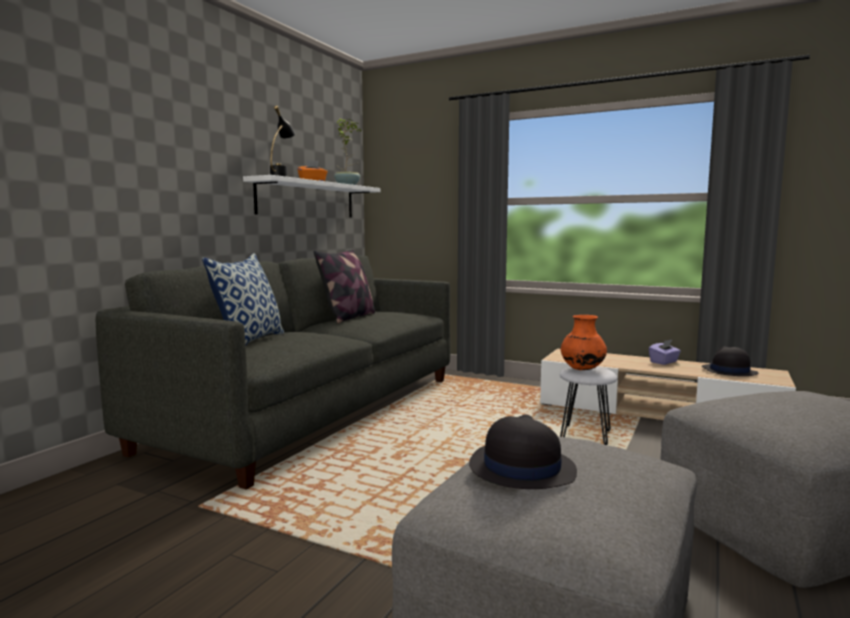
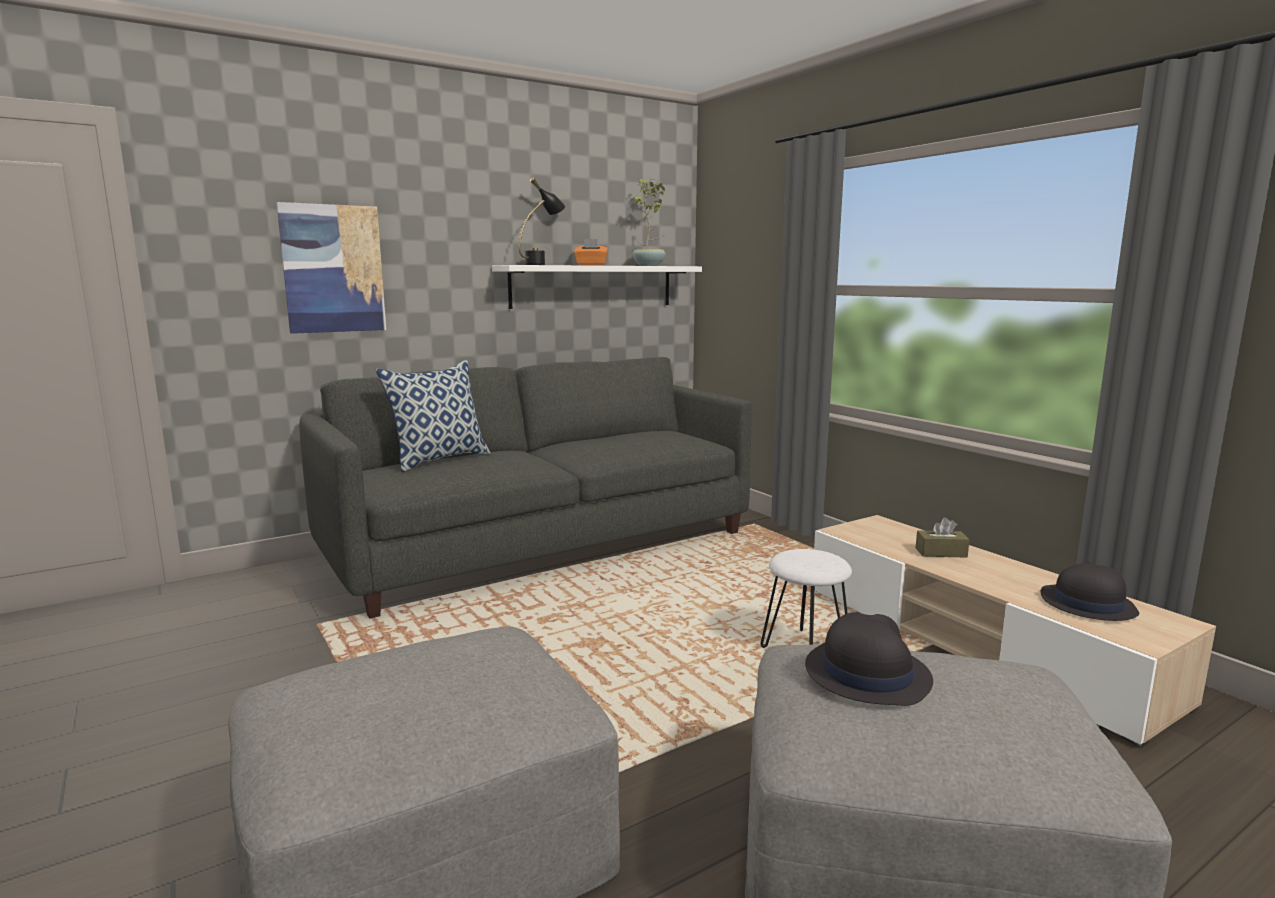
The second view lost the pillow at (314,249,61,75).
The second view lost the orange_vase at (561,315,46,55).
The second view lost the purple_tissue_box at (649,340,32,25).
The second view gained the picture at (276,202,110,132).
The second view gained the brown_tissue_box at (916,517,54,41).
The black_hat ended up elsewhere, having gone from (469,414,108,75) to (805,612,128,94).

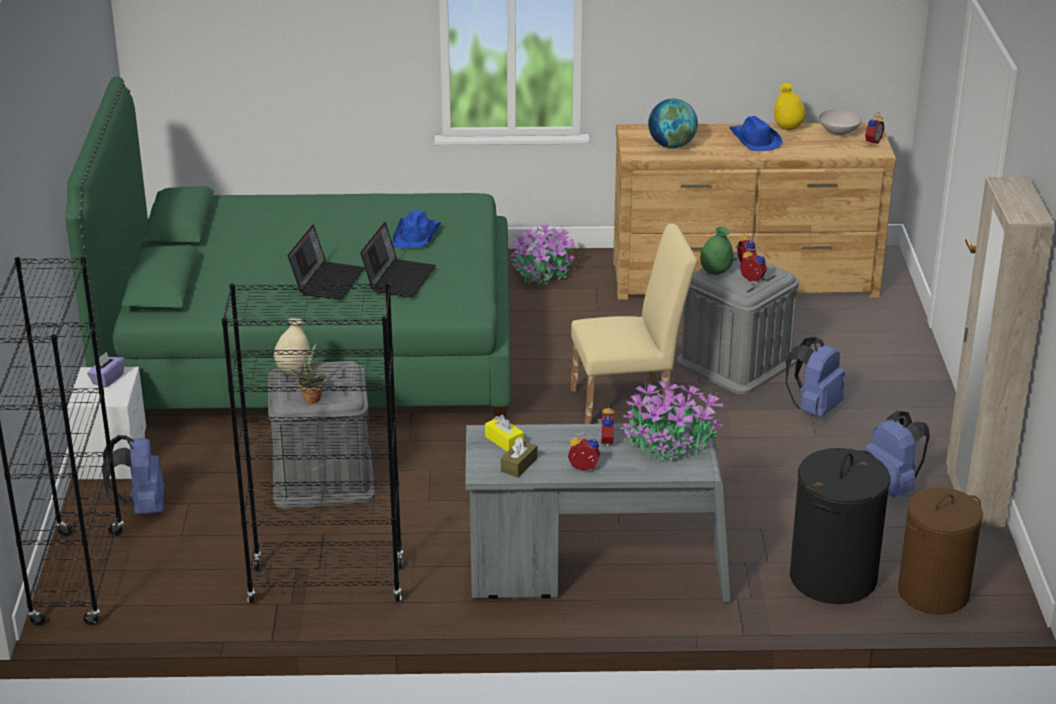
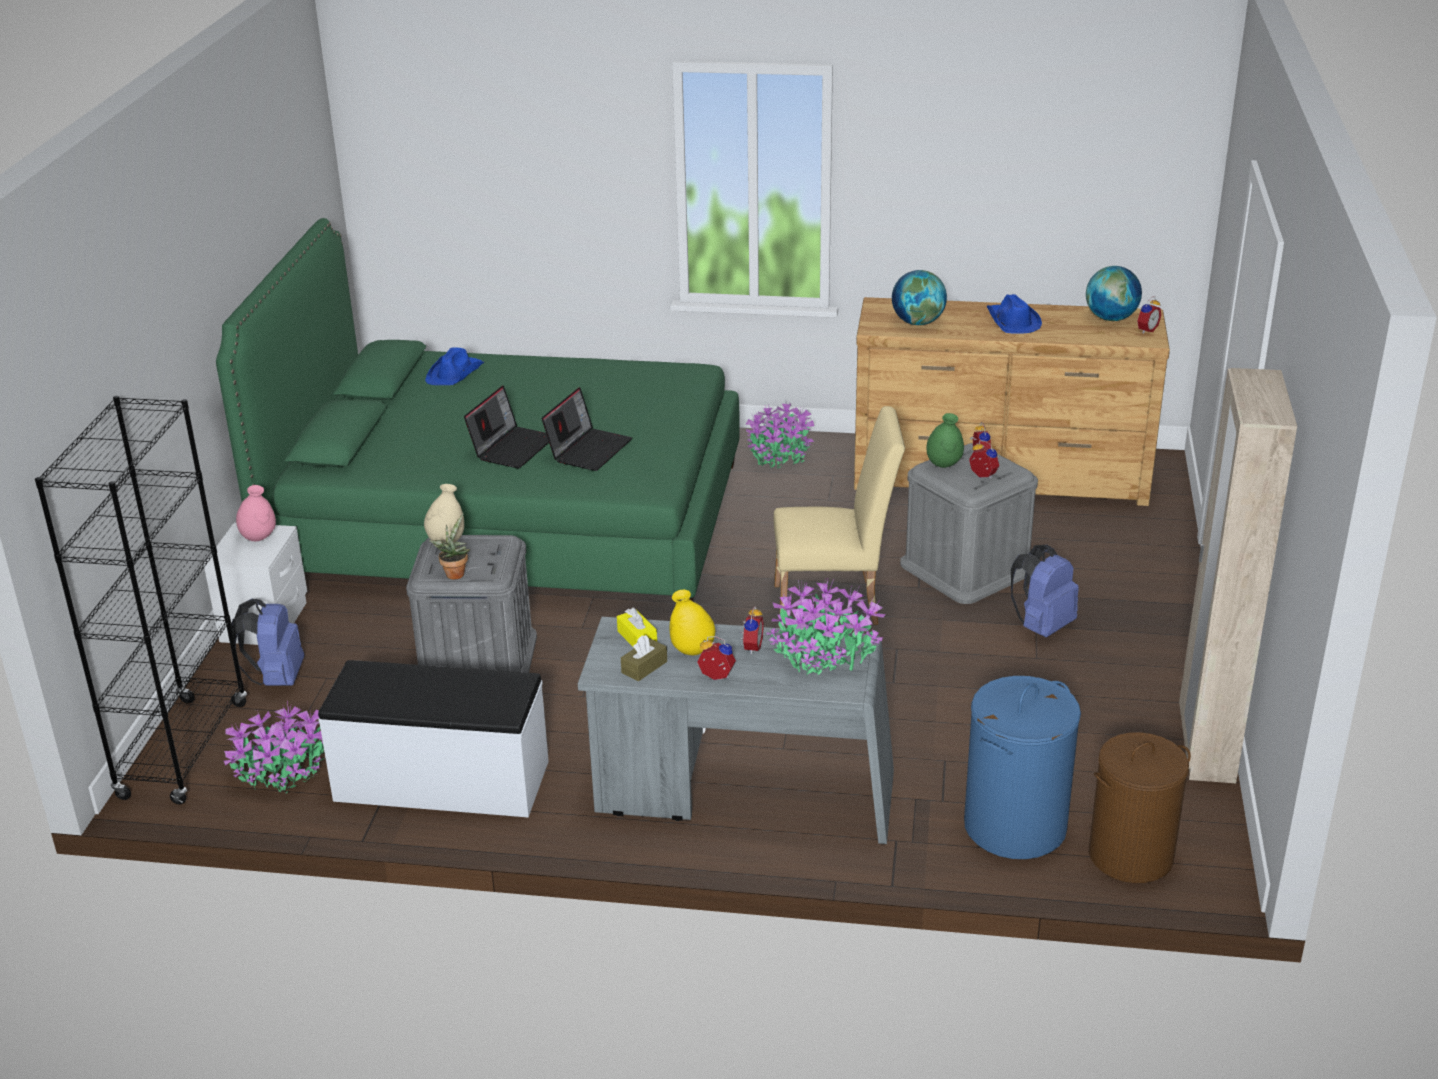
The second view lost the blue_backpack at (865,411,65,86).
The second view gained the potted_plant at (224,701,100,93).
The blue_hat ended up elsewhere, having gone from (392,210,49,38) to (425,347,59,38).
The yellow_vase ended up elsewhere, having gone from (774,83,32,47) to (669,590,46,65).
Where the purple_tissue_box stood at (87,352,38,36), the pink_vase came to stand at (236,485,40,56).
Where the black_bookcase stood at (222,282,181,322), the white_bench came to stand at (318,660,231,157).
Where the white_bowl stood at (819,109,43,27), the globe came to stand at (1086,266,56,55).
What was the black_laundry_basket at (790,448,100,156) turned into the blue_laundry_basket at (964,676,117,183).

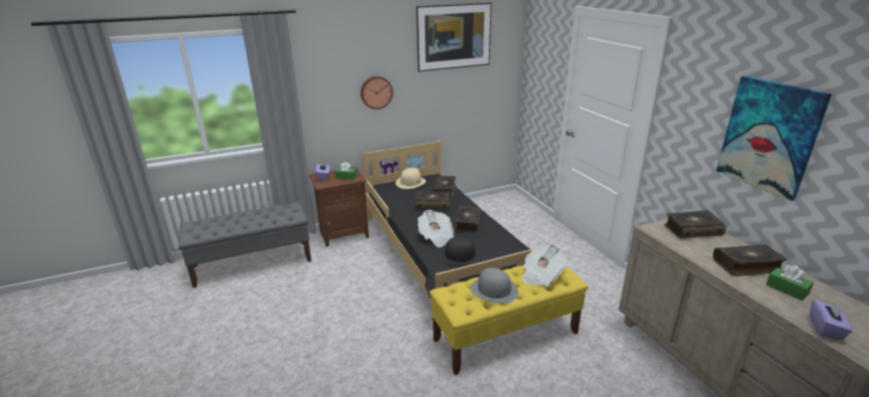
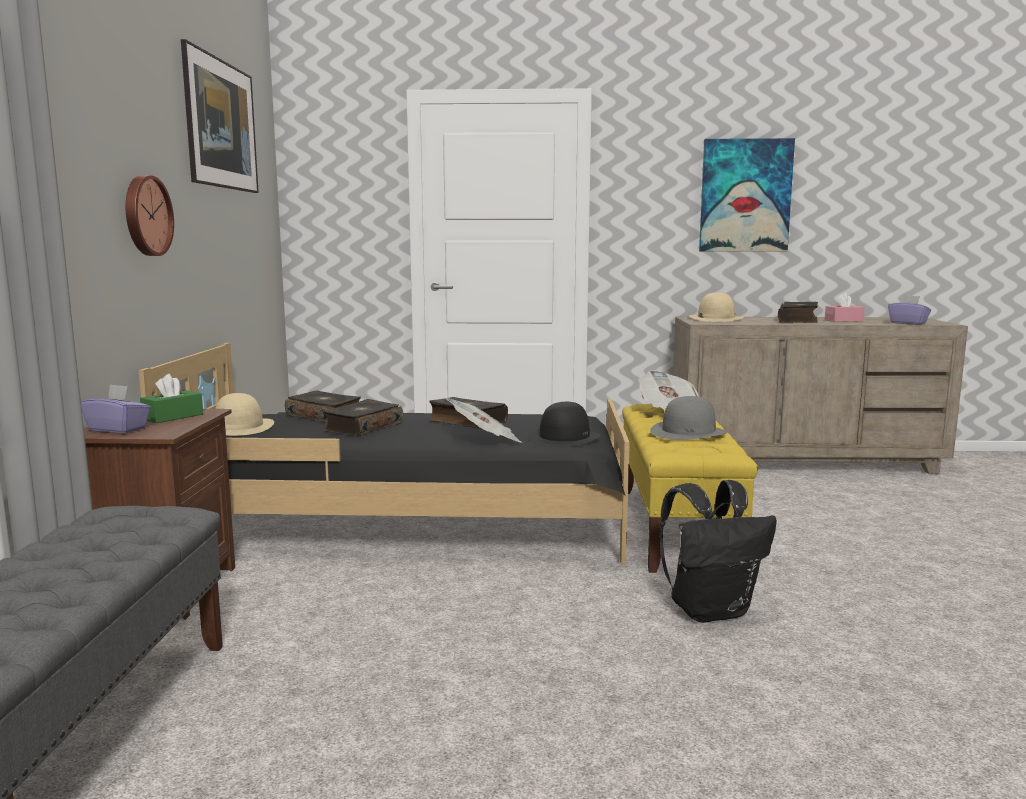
The second view gained the black_backpack at (660,480,117,143).
Where the book stood at (664,210,62,29), the beige_hat came to stand at (689,293,55,29).
What was the green_tissue_box at (766,265,48,35) turned into the pink_tissue_box at (825,292,40,30).

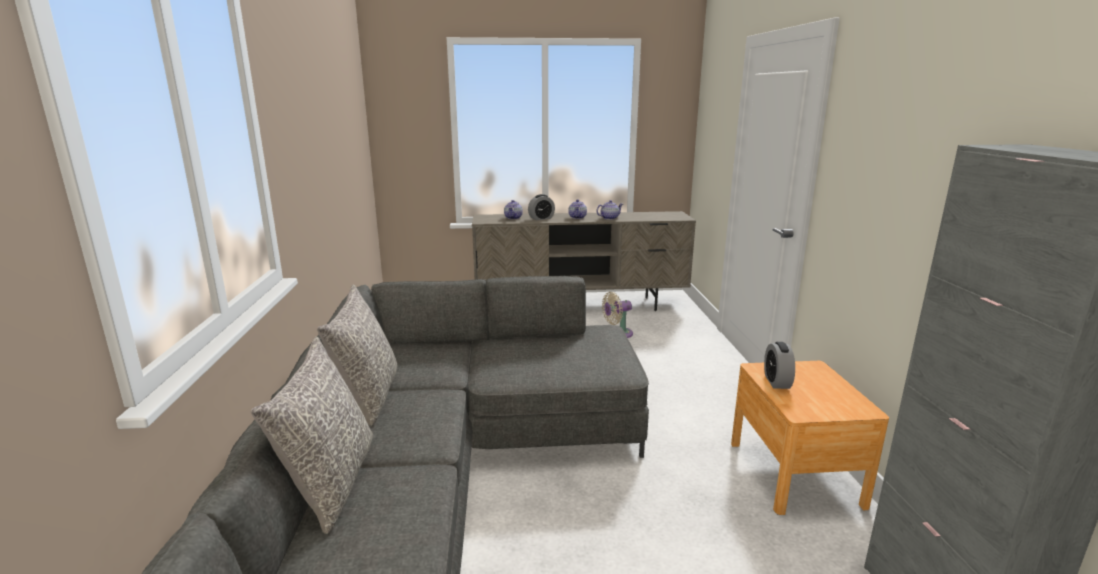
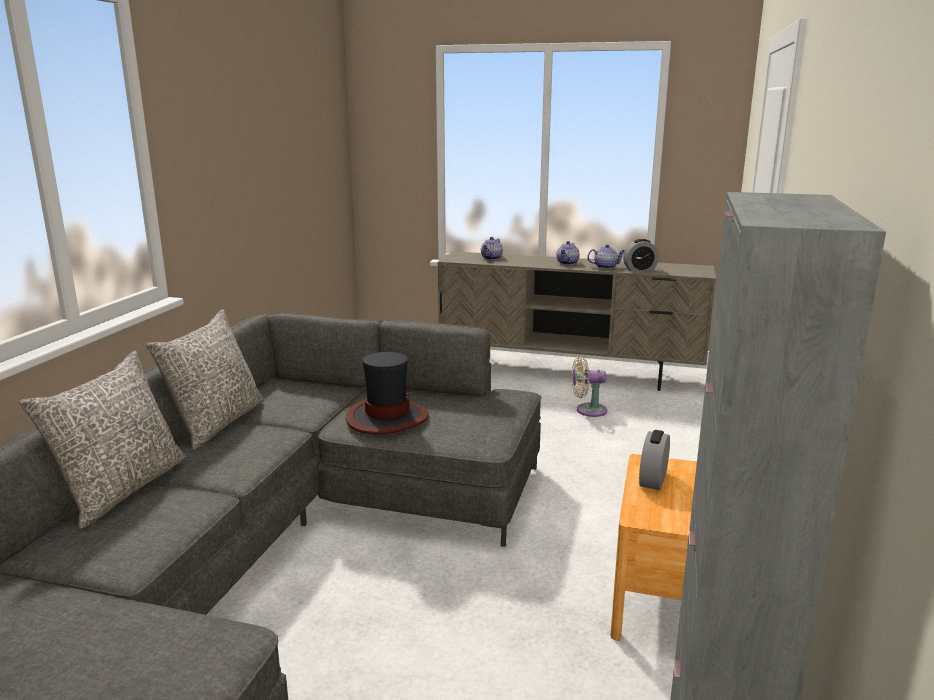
The second view gained the hat at (346,352,83,83).
The alarm_clock ended up elsewhere, having gone from (528,194,27,26) to (623,239,36,32).

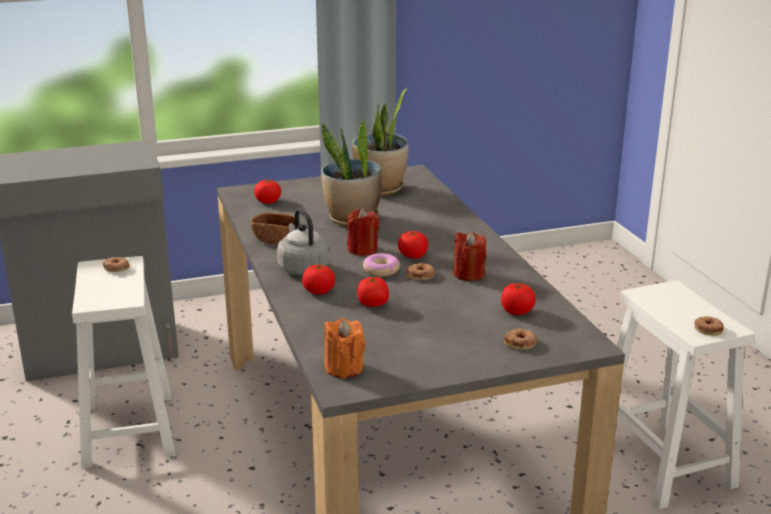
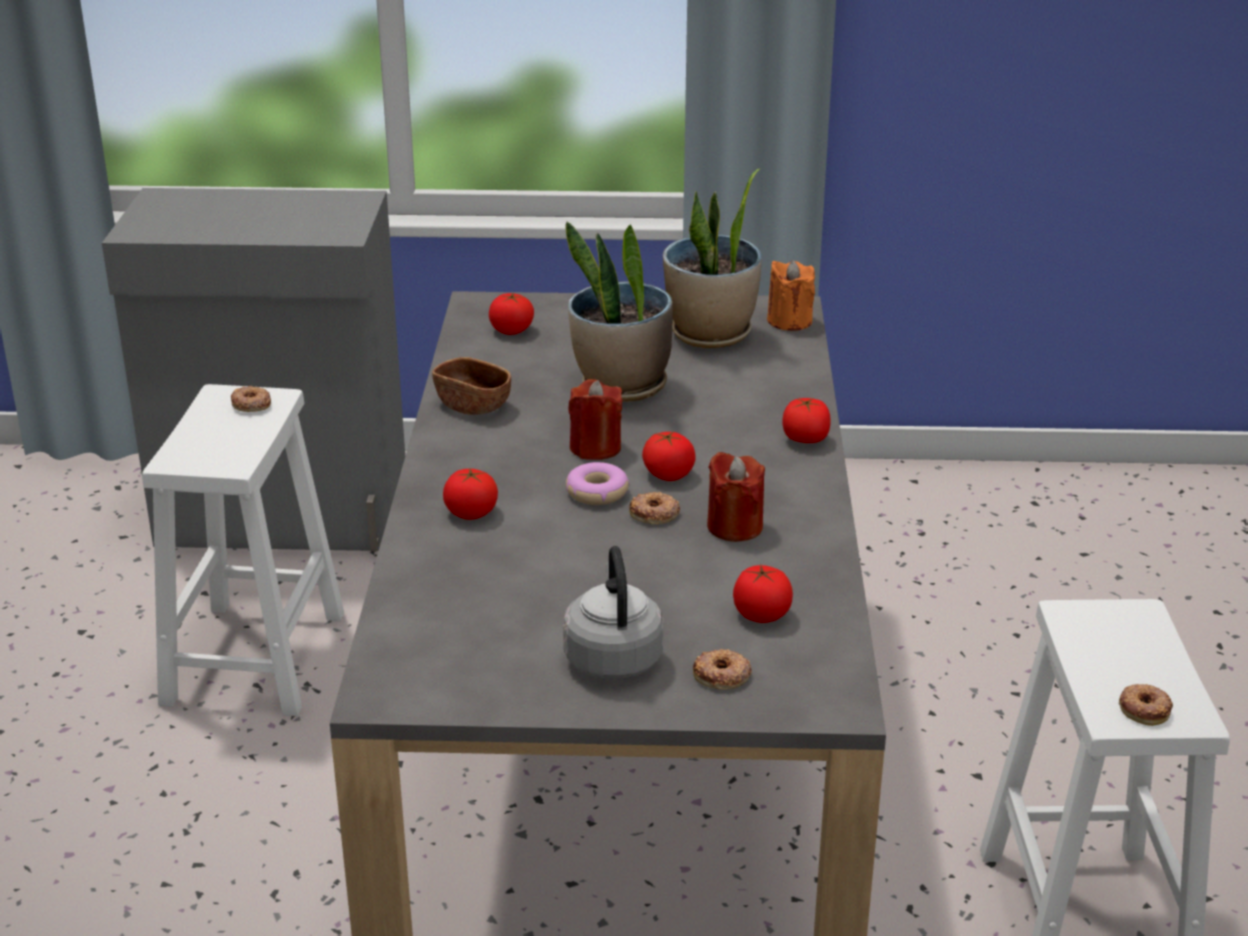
The grey_kettle ended up elsewhere, having gone from (277,209,51,66) to (563,546,100,134).
The orange_candle ended up elsewhere, having gone from (324,318,42,60) to (767,260,48,71).
The tomato ended up elsewhere, having gone from (357,277,32,30) to (782,398,49,45).

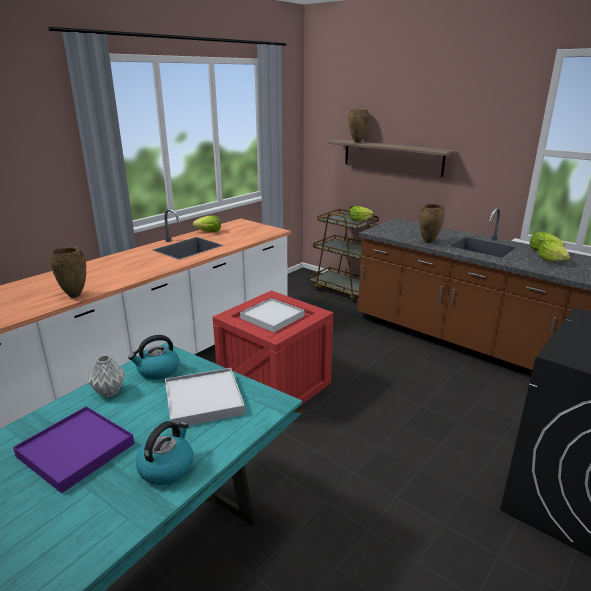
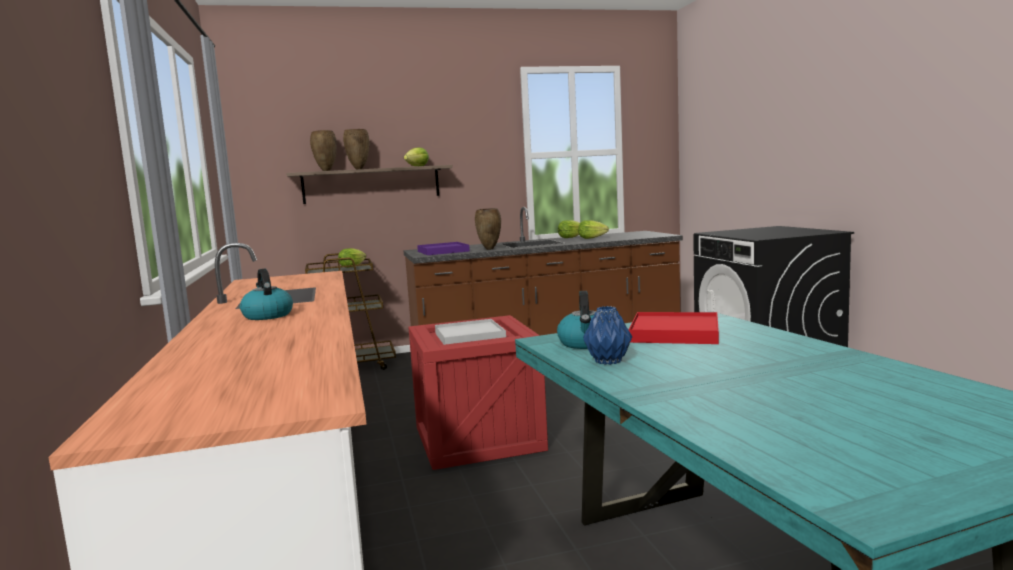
The purple_tray ended up elsewhere, having gone from (13,406,121,87) to (417,242,53,13).
The brown_vase ended up elsewhere, having gone from (50,247,36,51) to (343,129,27,40).
The kettle ended up elsewhere, having gone from (136,421,57,64) to (240,269,53,51).
The lettuce ended up elsewhere, having gone from (192,215,29,17) to (404,148,25,18).
What was the grey_vase at (88,355,37,42) turned into the blue_vase at (583,306,49,59).
What was the white_tray at (165,368,80,61) turned into the red_tray at (629,312,90,32).

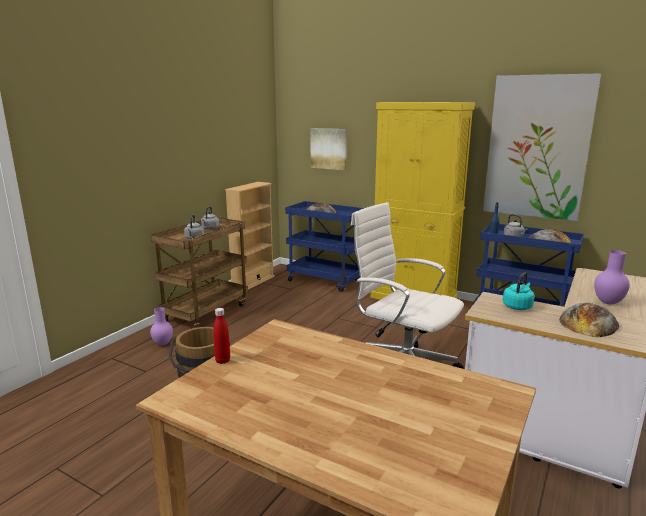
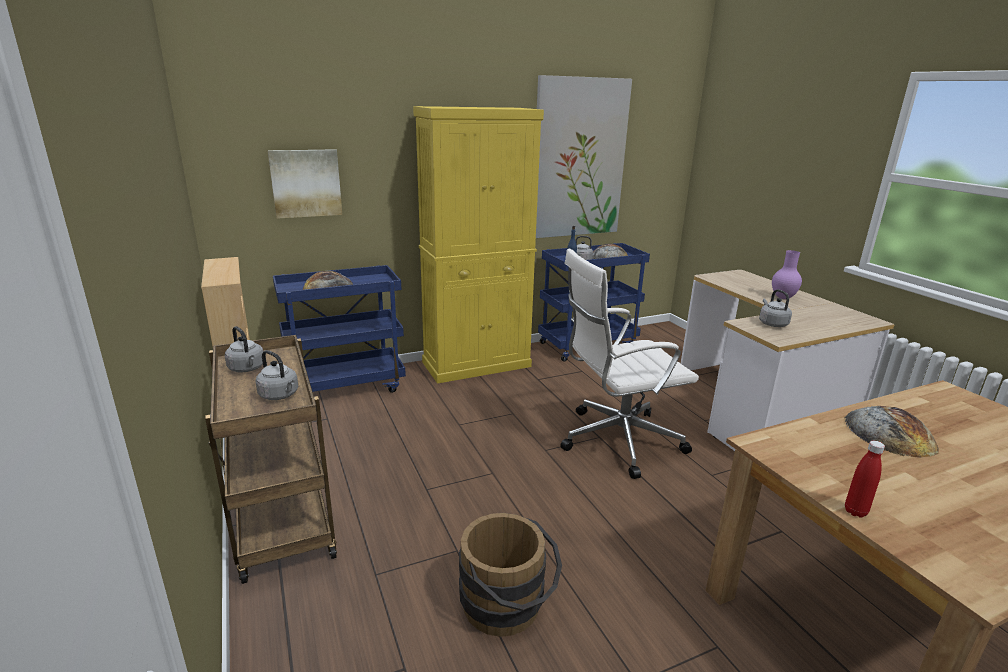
The second view lost the purple_vase at (150,307,23,38).
The bread ended up elsewhere, having gone from (559,303,60,34) to (845,406,93,51).
What was the turquoise_kettle at (503,272,32,38) turned into the grey_kettle at (759,289,33,38).

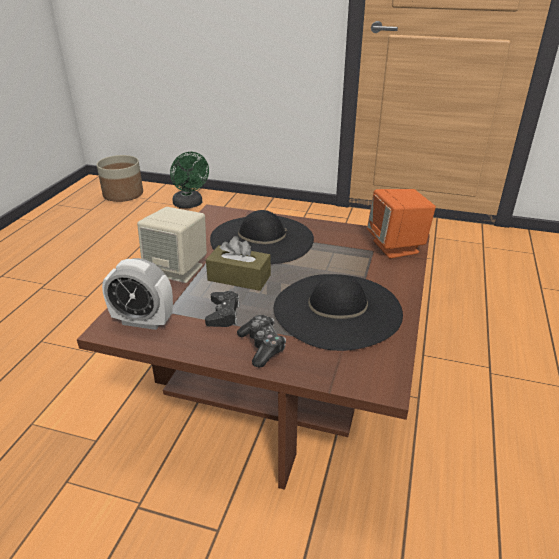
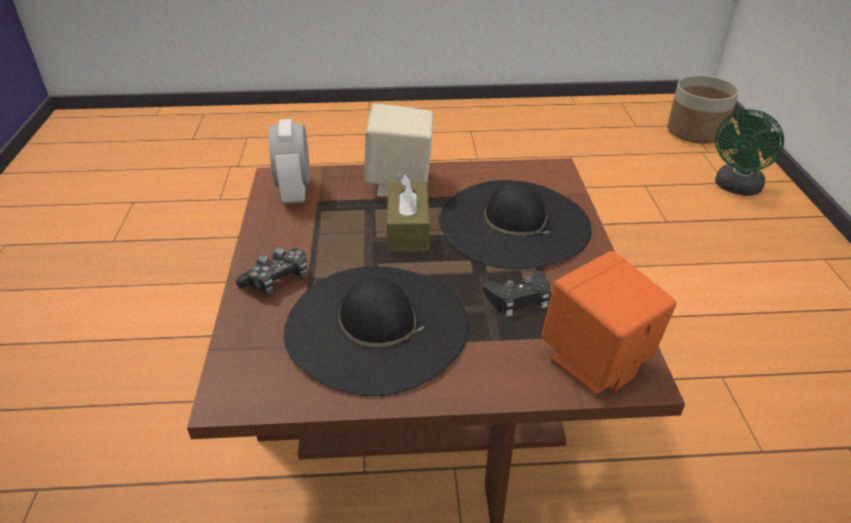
The black_game_controller ended up elsewhere, having gone from (205,291,35,36) to (483,271,67,46).

